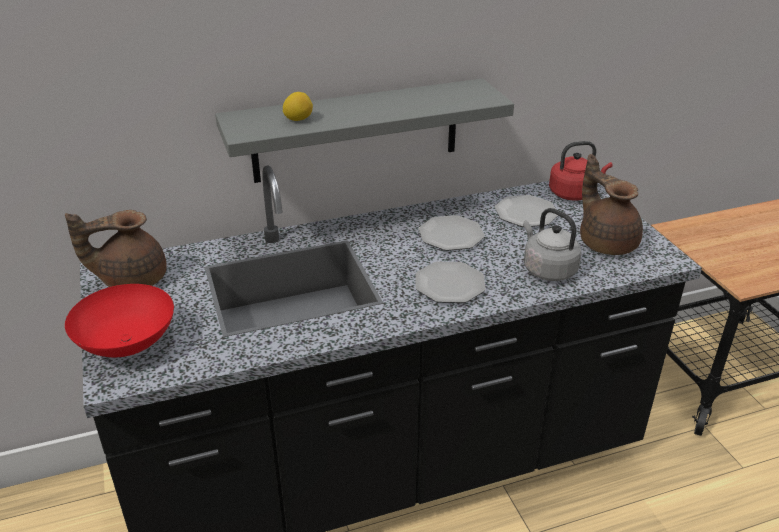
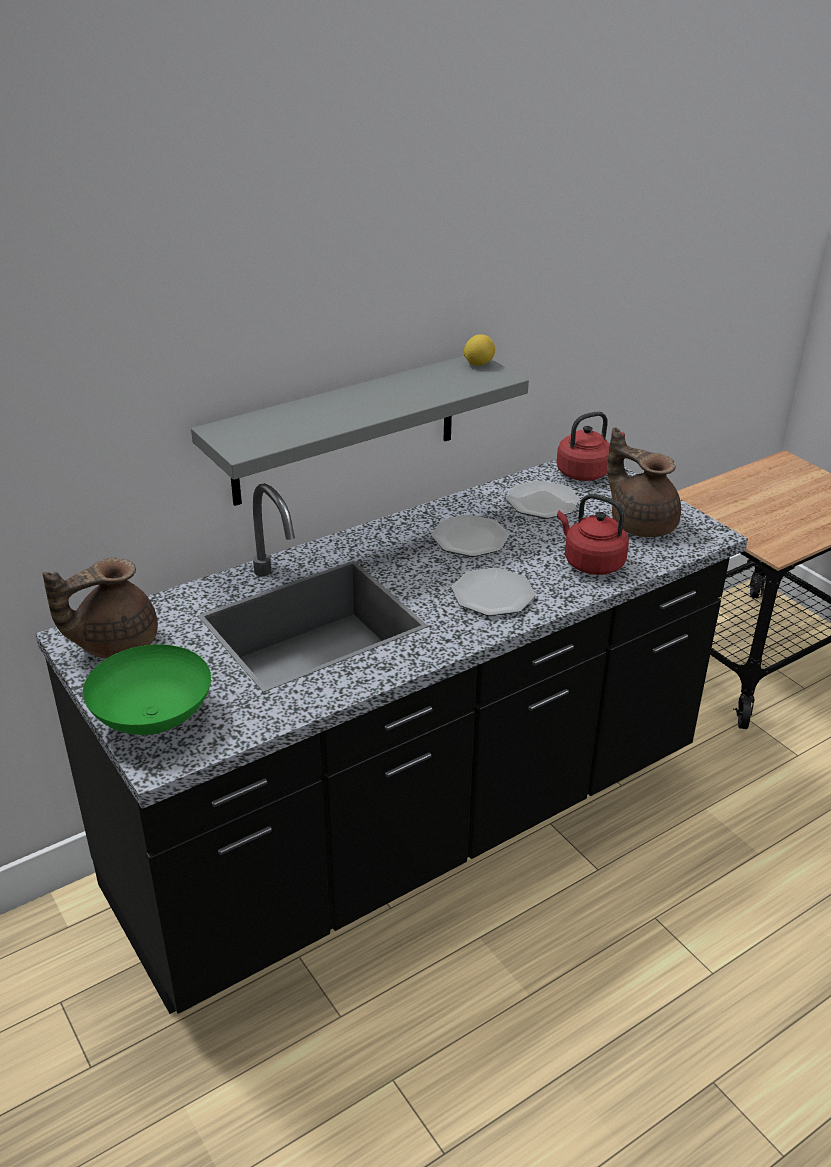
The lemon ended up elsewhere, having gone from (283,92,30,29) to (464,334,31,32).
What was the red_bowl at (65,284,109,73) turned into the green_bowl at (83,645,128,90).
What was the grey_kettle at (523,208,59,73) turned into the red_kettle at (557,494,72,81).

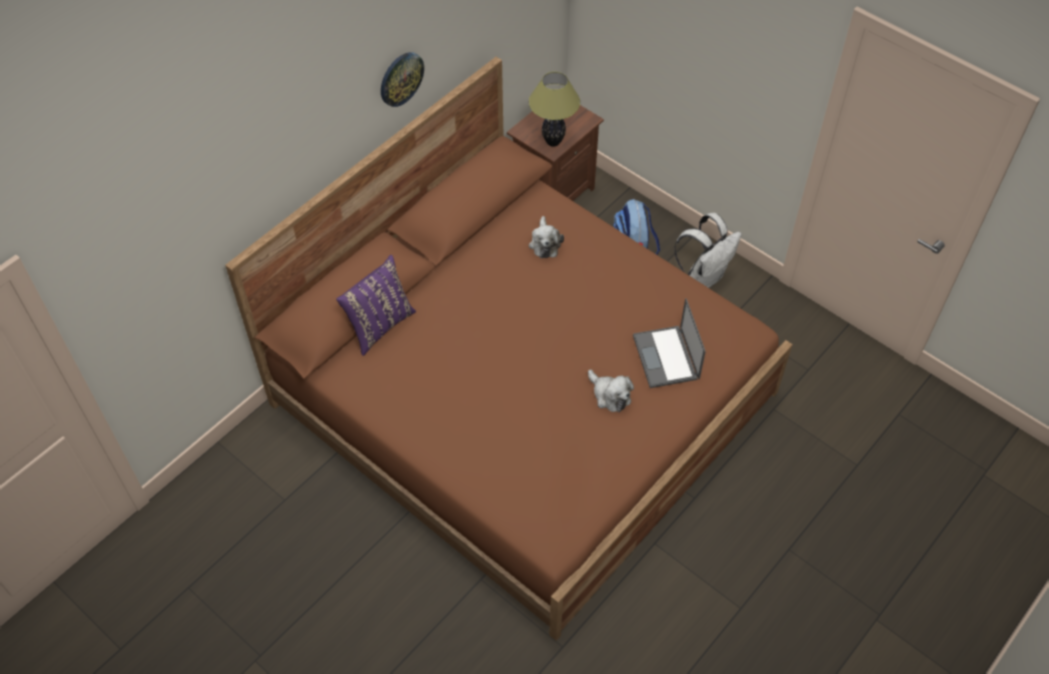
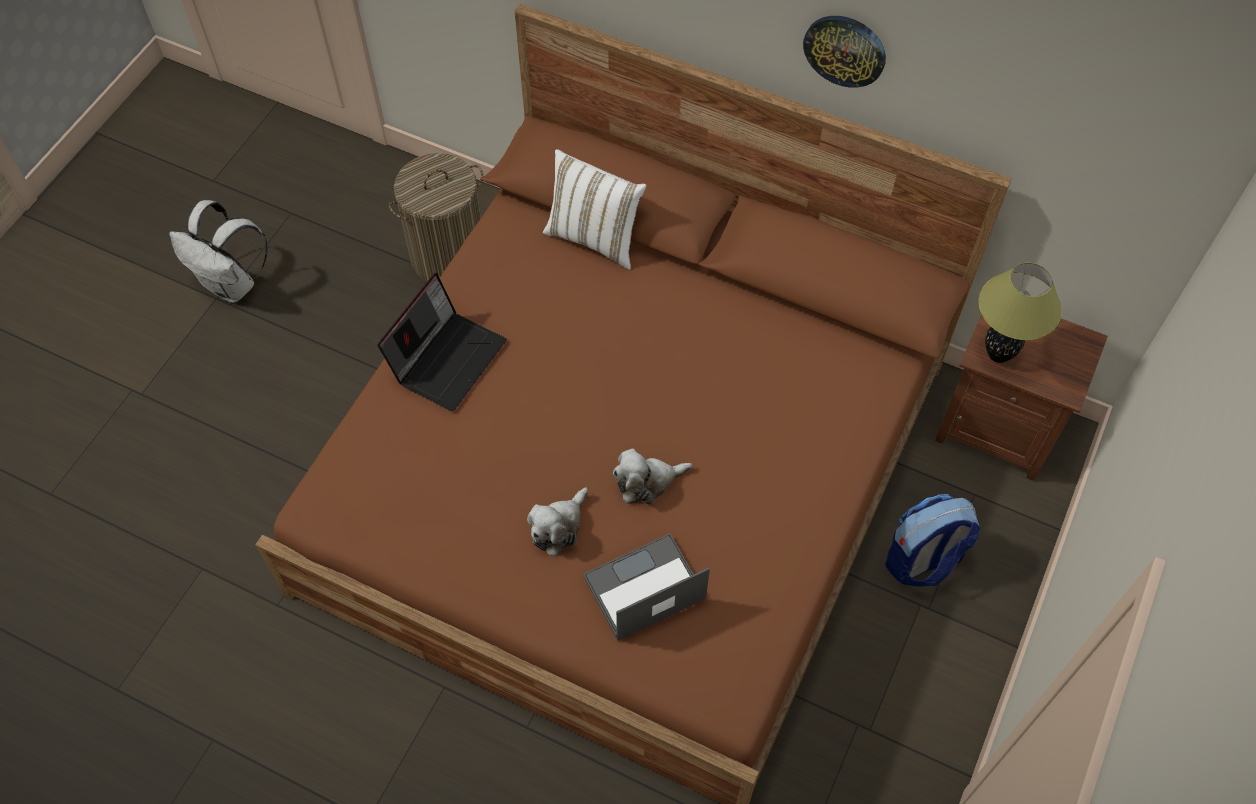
The second view gained the laptop at (377,273,130,139).
The second view gained the laundry_basket at (389,153,94,129).
The plush_toy ended up elsewhere, having gone from (529,216,35,42) to (613,448,80,56).
The white_backpack ended up elsewhere, having gone from (674,213,68,75) to (169,200,98,103).
What was the purple_pillow at (336,255,80,101) turned into the white_pillow at (543,149,103,121).

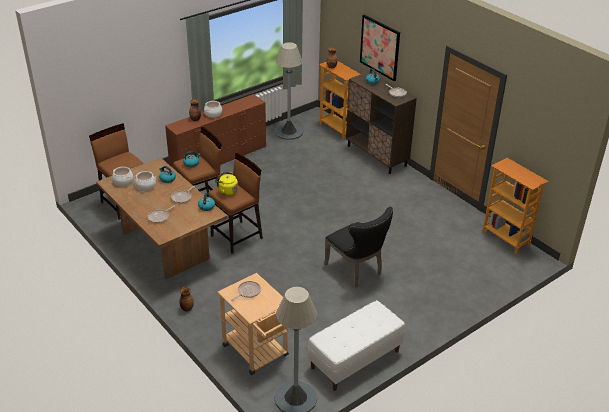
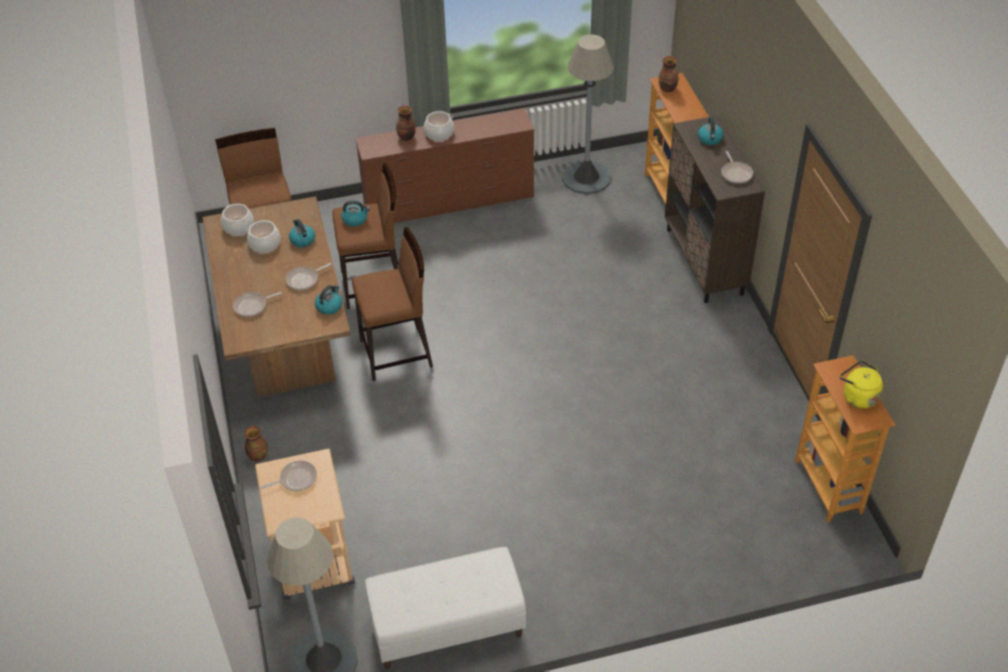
The second view lost the black_chair at (324,207,69,80).
The second view lost the picture at (360,15,40,66).
The yellow_kettle ended up elsewhere, having gone from (214,172,24,24) to (840,360,43,48).

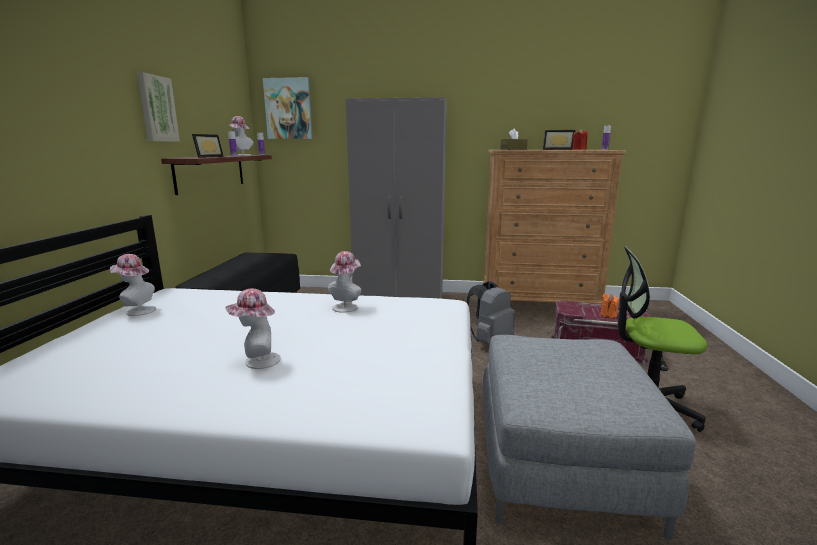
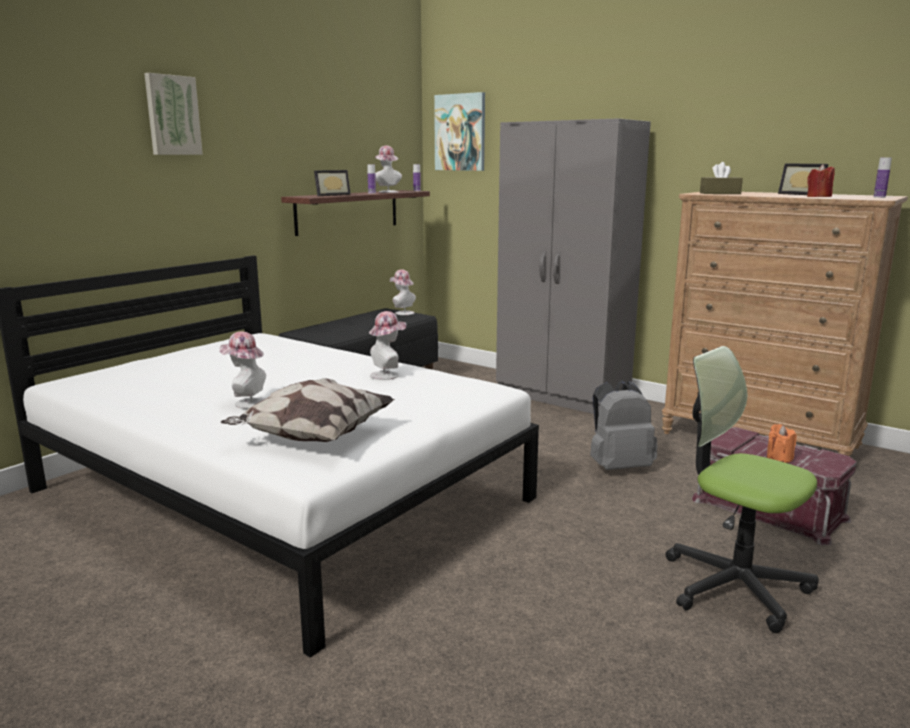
The second view lost the grey_ottoman at (483,335,213,206).
The second view gained the pillow at (221,378,174,64).
The hat ended up elsewhere, having gone from (110,254,46,62) to (390,269,26,46).
The picture ended up elsewhere, having gone from (137,72,43,70) to (144,73,59,82).

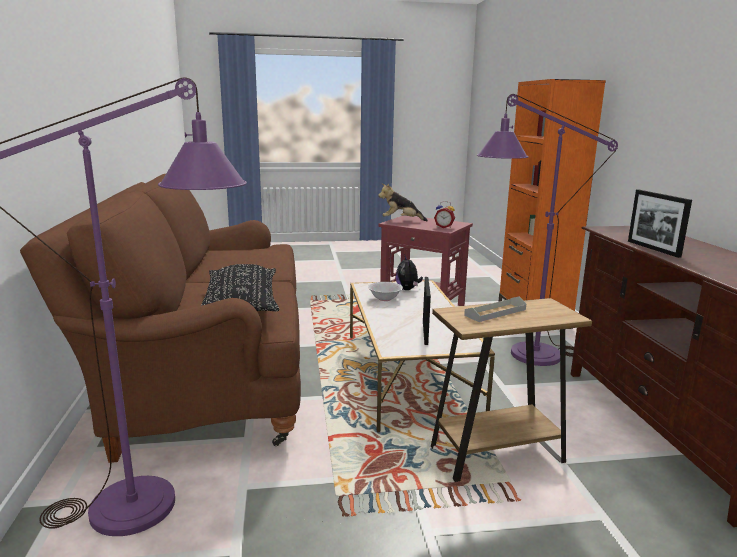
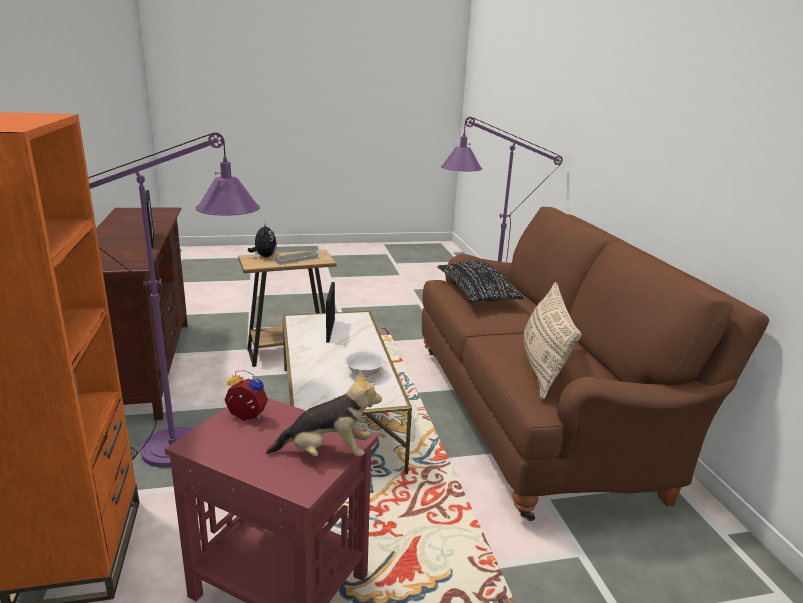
The second view gained the beige_pillow at (524,282,58,117).
The plush_toy ended up elsewhere, having gone from (396,256,27,34) to (248,222,29,35).

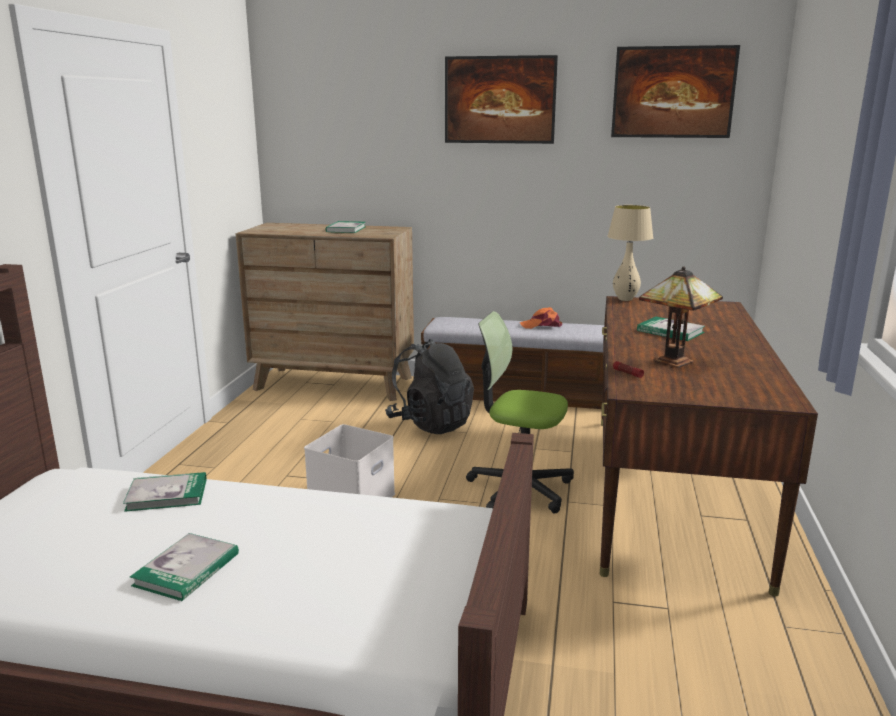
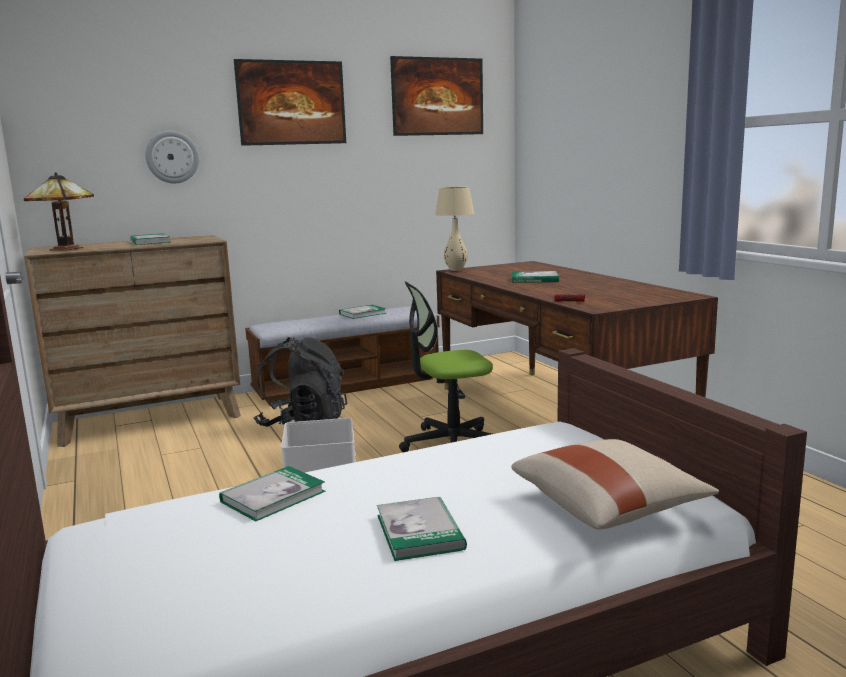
The second view gained the wall_clock at (145,131,54,52).
The second view gained the beige_pillow at (511,439,208,90).
The table_lamp ended up elsewhere, having gone from (639,266,84,102) to (24,172,70,79).
Where the orange_cap stood at (520,307,42,22), the book came to stand at (339,305,47,14).

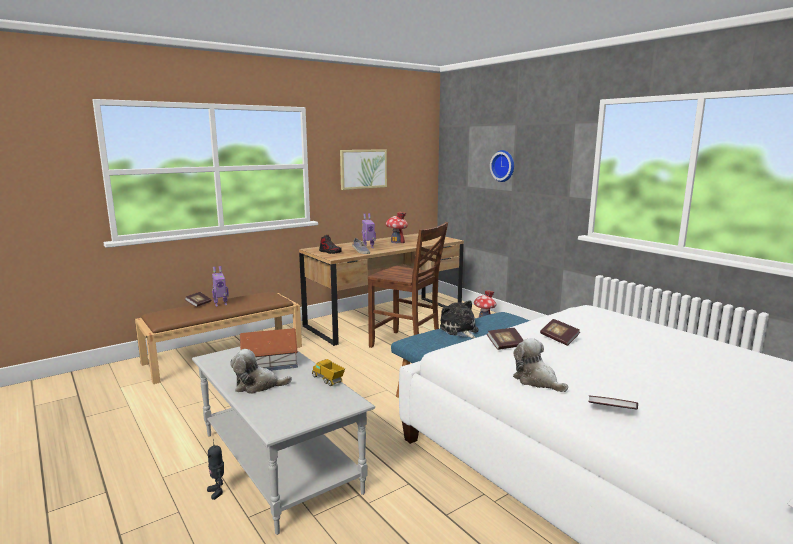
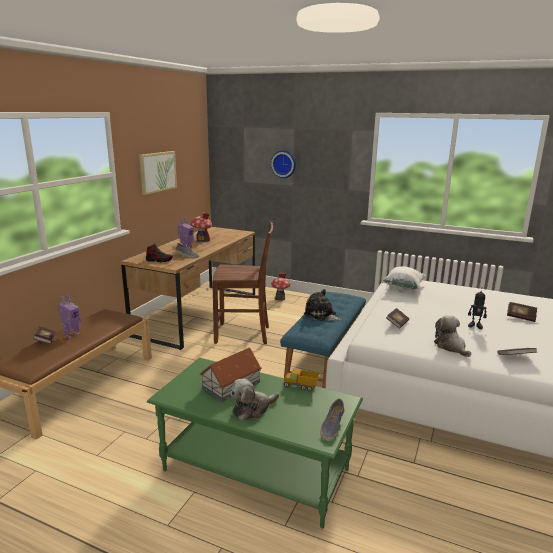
The second view gained the shoe at (320,399,24,42).
The second view gained the white_pillow at (383,266,43,24).
The toy_robot ended up elsewhere, having gone from (207,439,17,61) to (468,287,19,42).
The book ended up elsewhere, having gone from (540,319,40,27) to (507,302,30,20).
What was the grey_coffee_table at (192,347,183,188) turned into the green_coffee_table at (147,358,216,171).
The plush_toy at (513,338,55,54) ended up facing another way, 45 degrees clockwise from before.

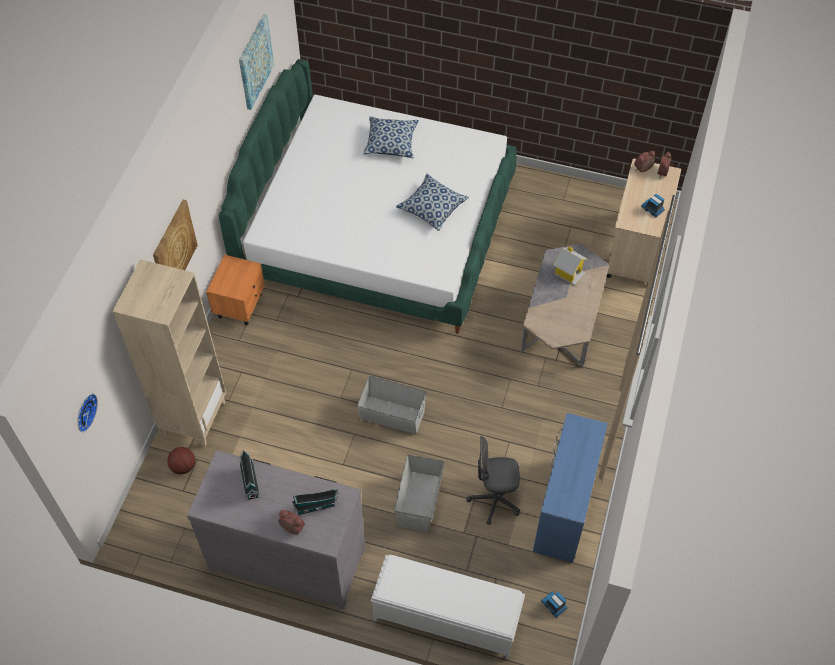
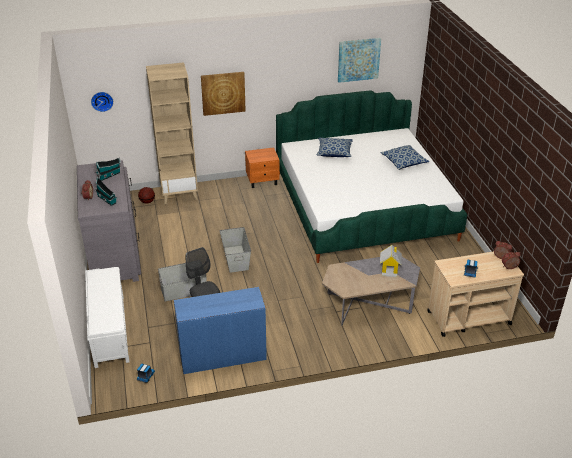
The pillow ended up elsewhere, having gone from (396,174,73,57) to (316,138,37,19).

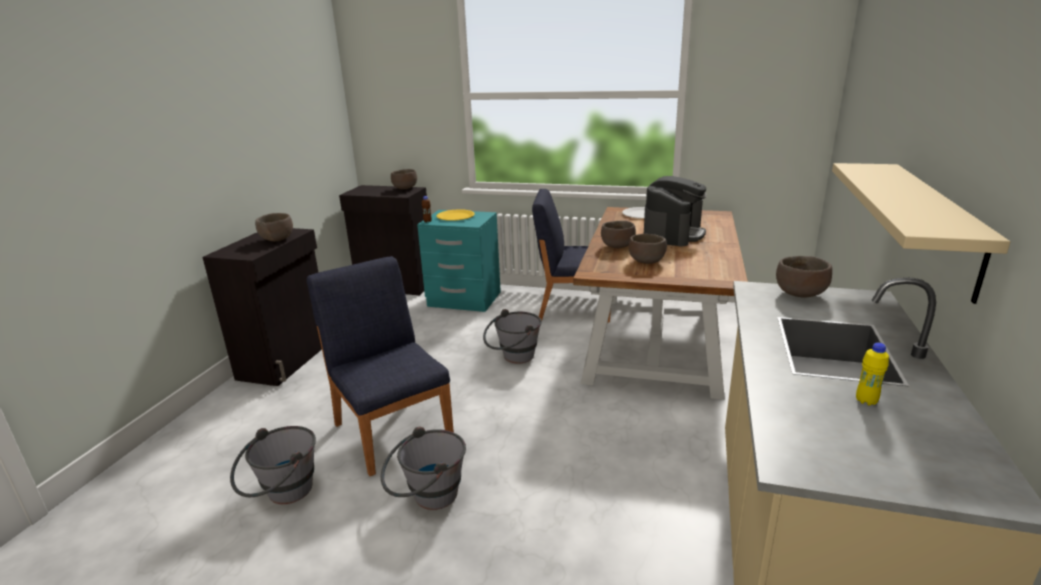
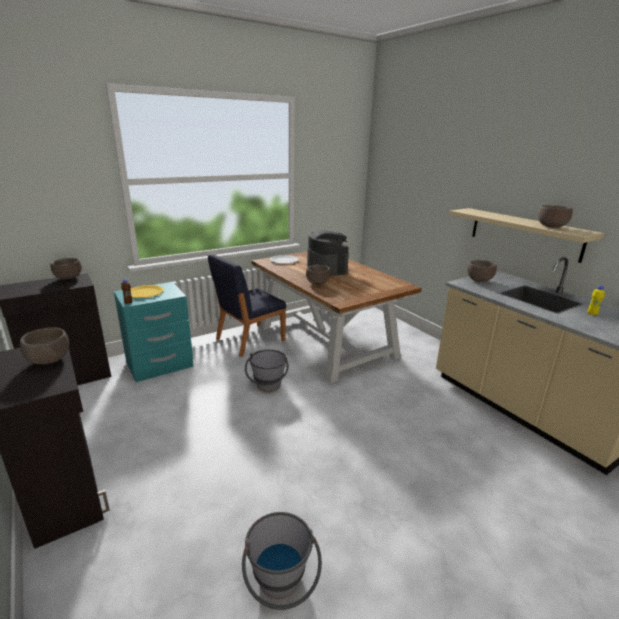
The second view lost the blue_chair at (307,256,147,220).
The second view lost the grey_bucket at (381,426,85,84).
The brown_bowl ended up elsewhere, having gone from (629,234,38,30) to (538,205,35,23).

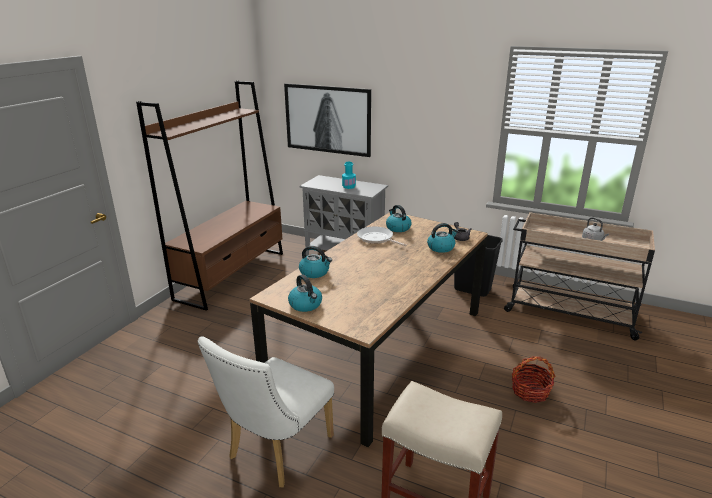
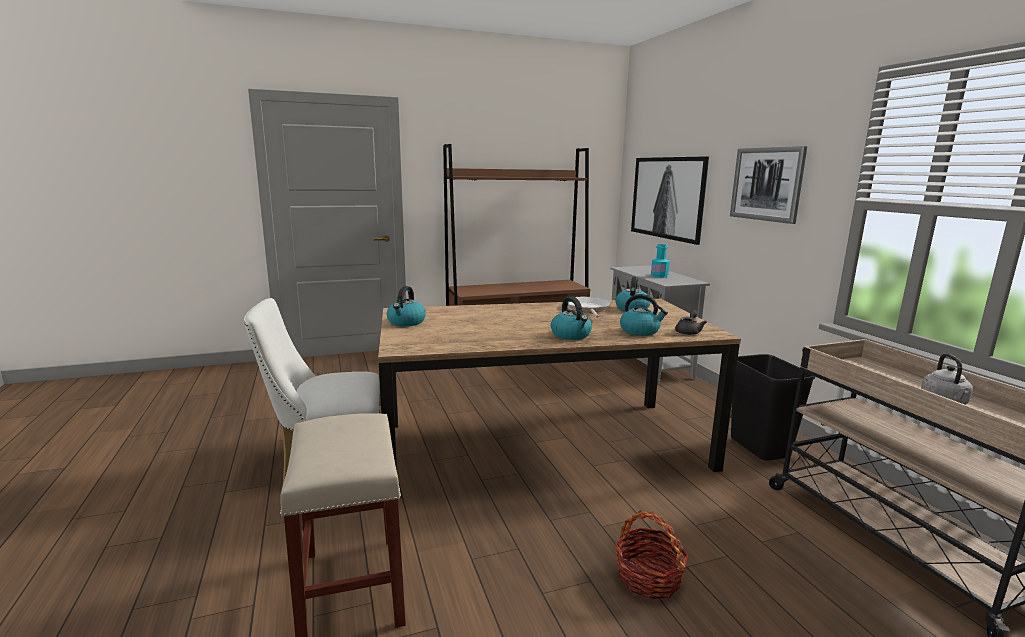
The second view gained the picture at (730,146,77,78).
The kettle ended up elsewhere, having gone from (299,246,33,32) to (551,297,41,43).

